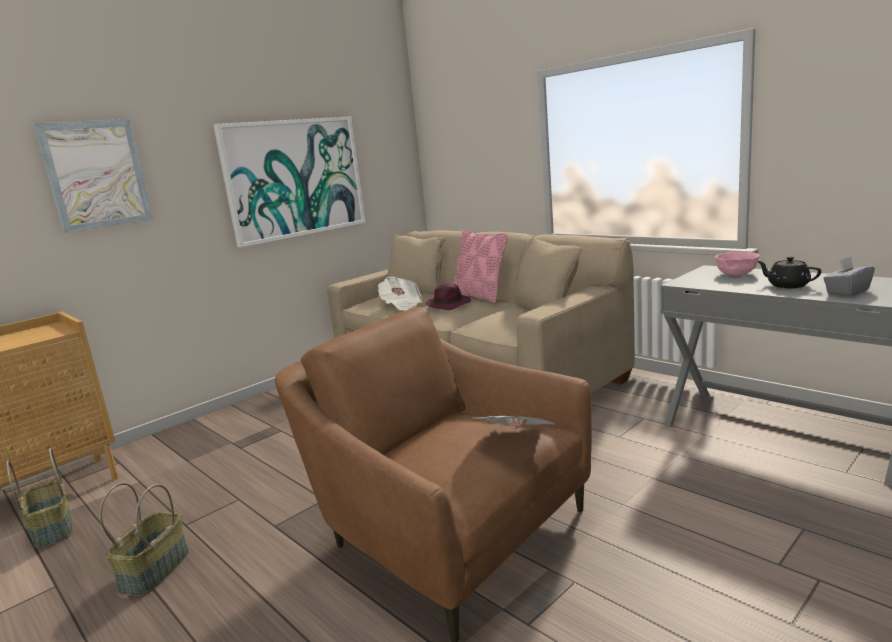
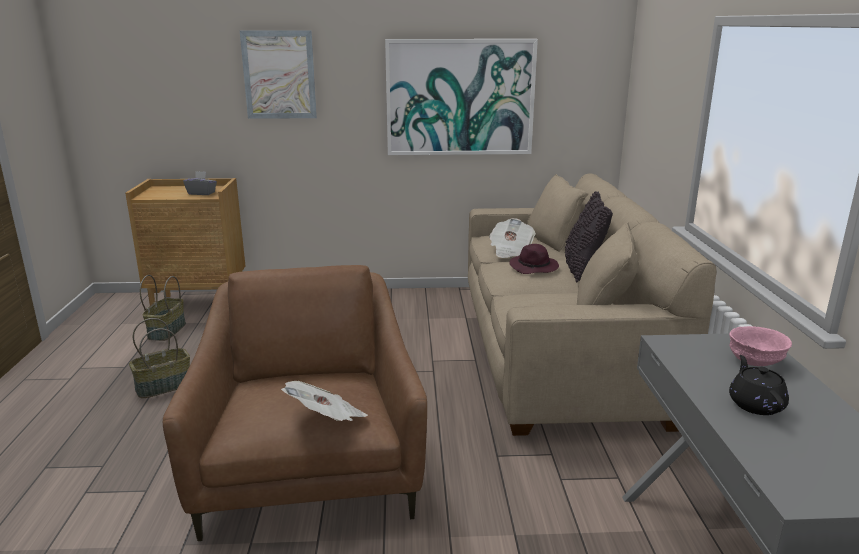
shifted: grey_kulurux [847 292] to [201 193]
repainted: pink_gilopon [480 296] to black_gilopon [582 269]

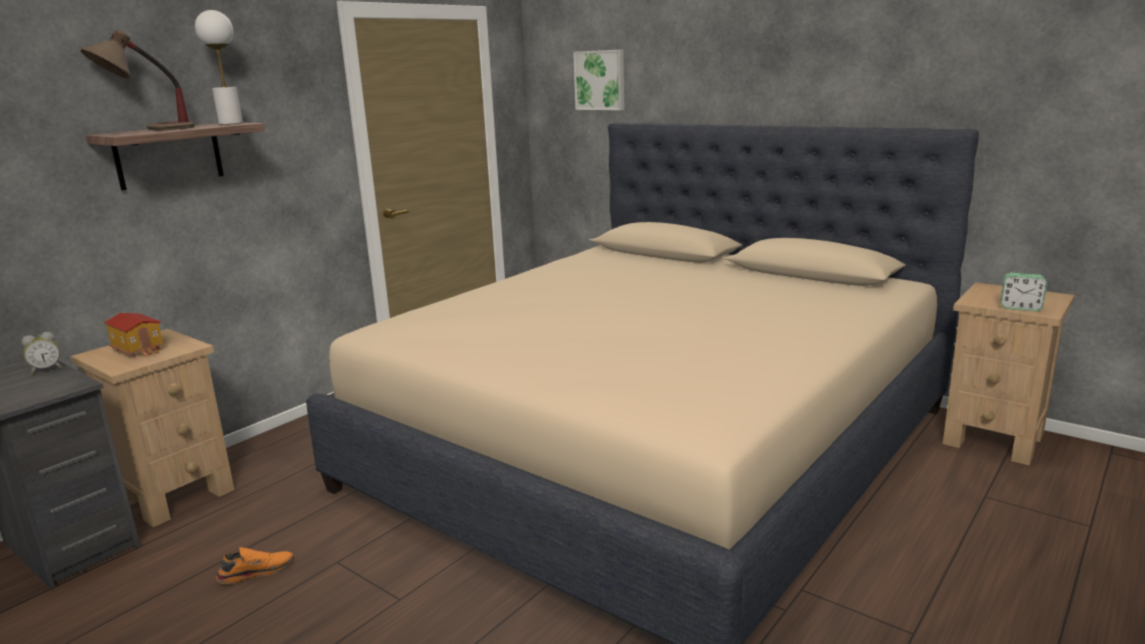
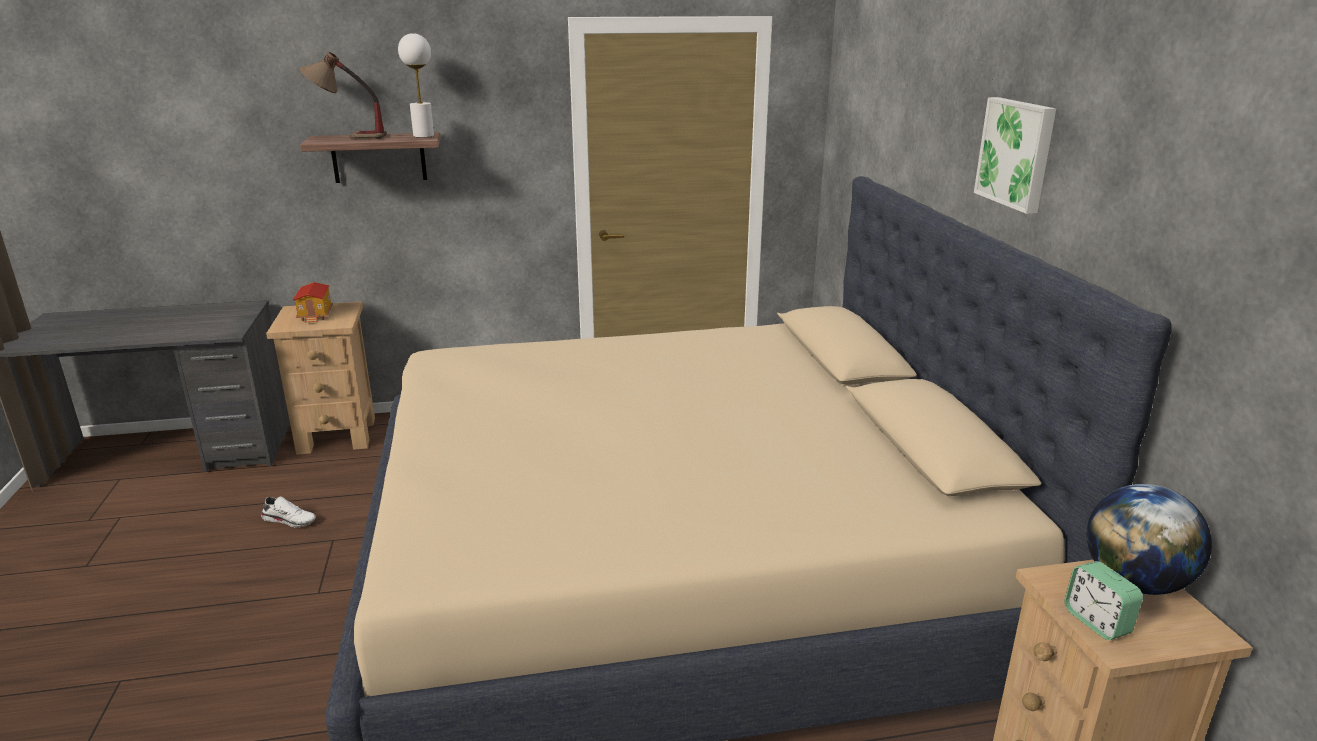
gone: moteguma [46 369]
new: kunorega [1134 582]
shifted: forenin [600 80] to [1017 153]
repainted: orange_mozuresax [256 571] to white_mozuresax [290 520]

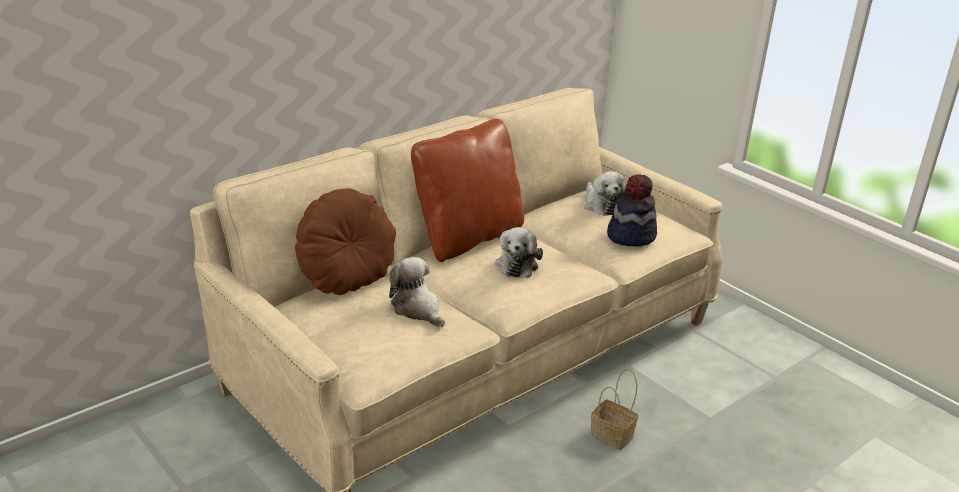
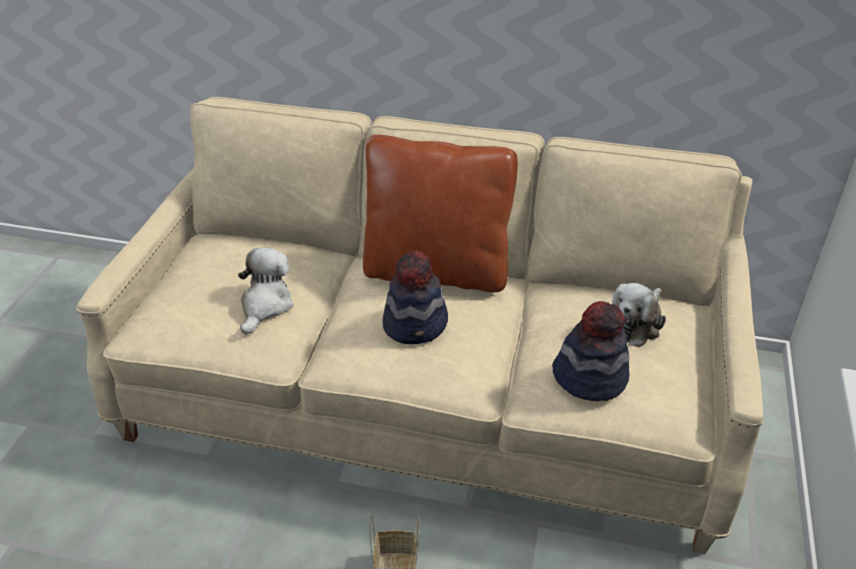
gone: brown_gilopon [347 282]
swapped: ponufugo [517 264] to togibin [416 324]

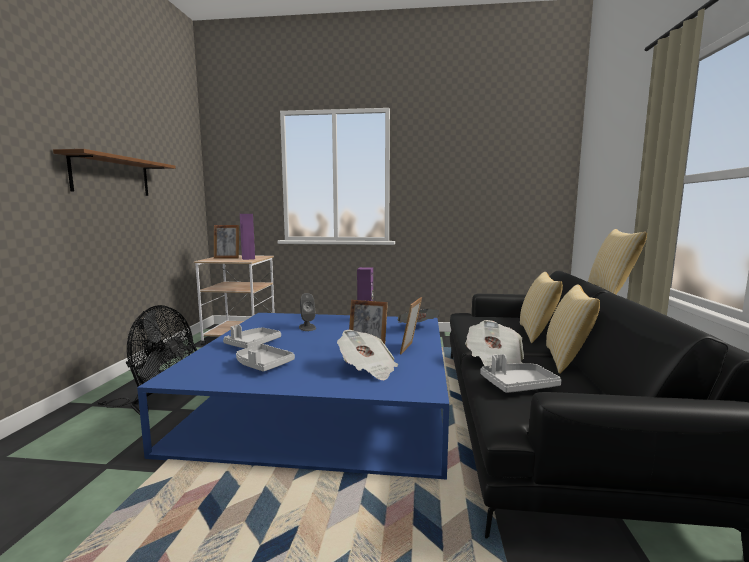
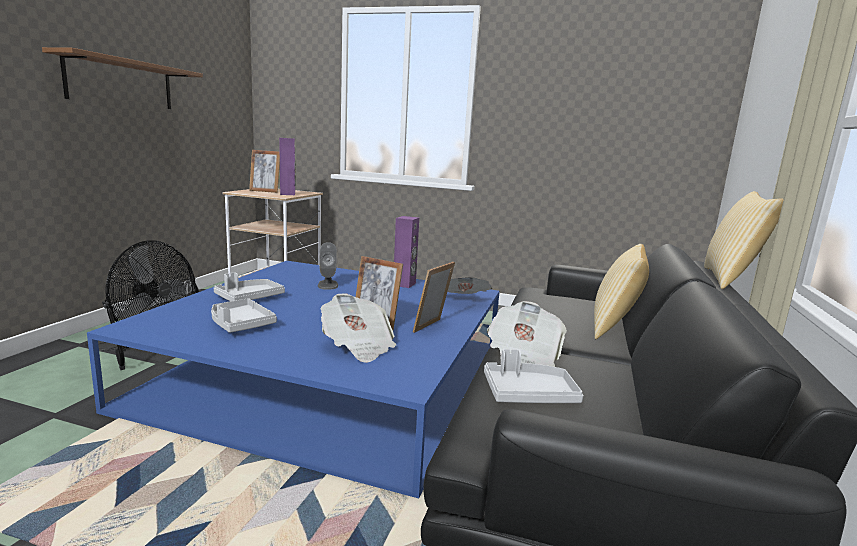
gone: gilopon [567 360]

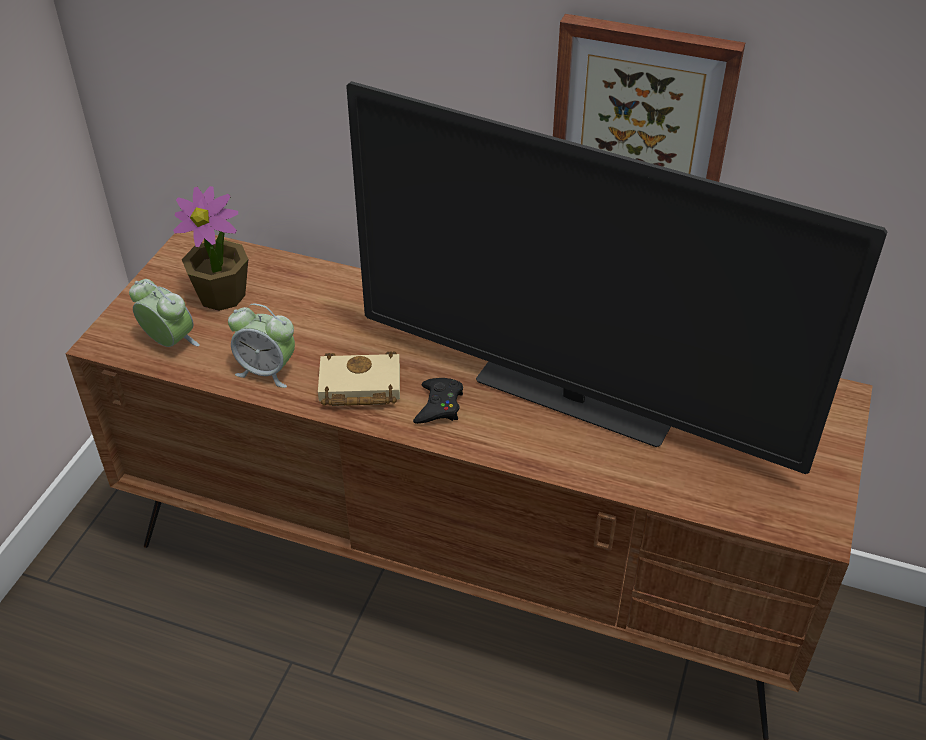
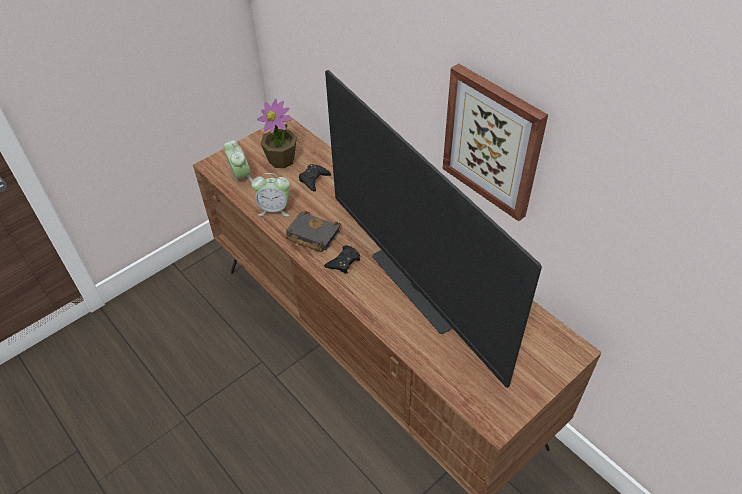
new: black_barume [313 179]
repainted: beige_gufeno [357 387] to black_gufeno [311 235]
rotated: moteguma [267 371] = [274 209] 45 degrees counterclockwise

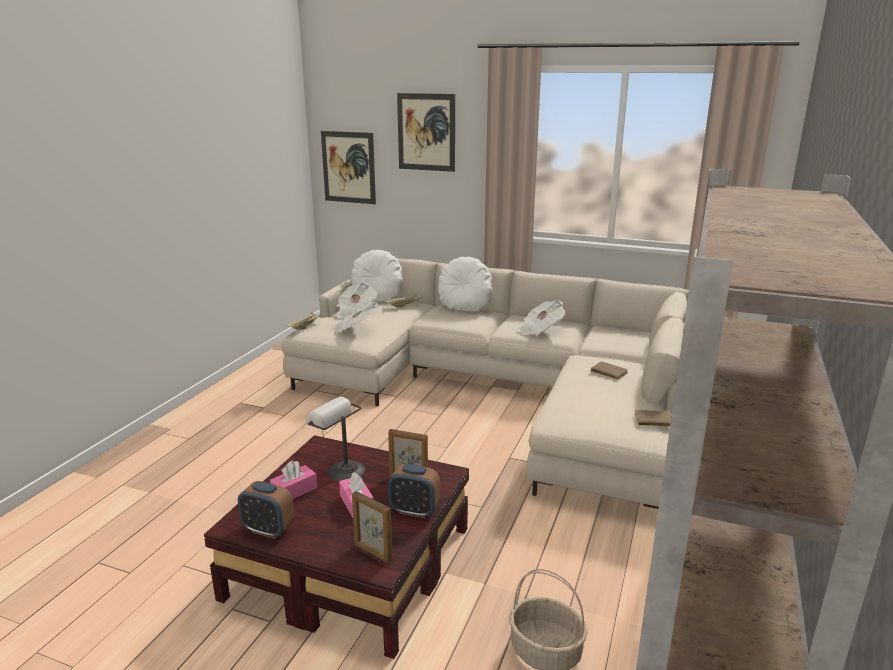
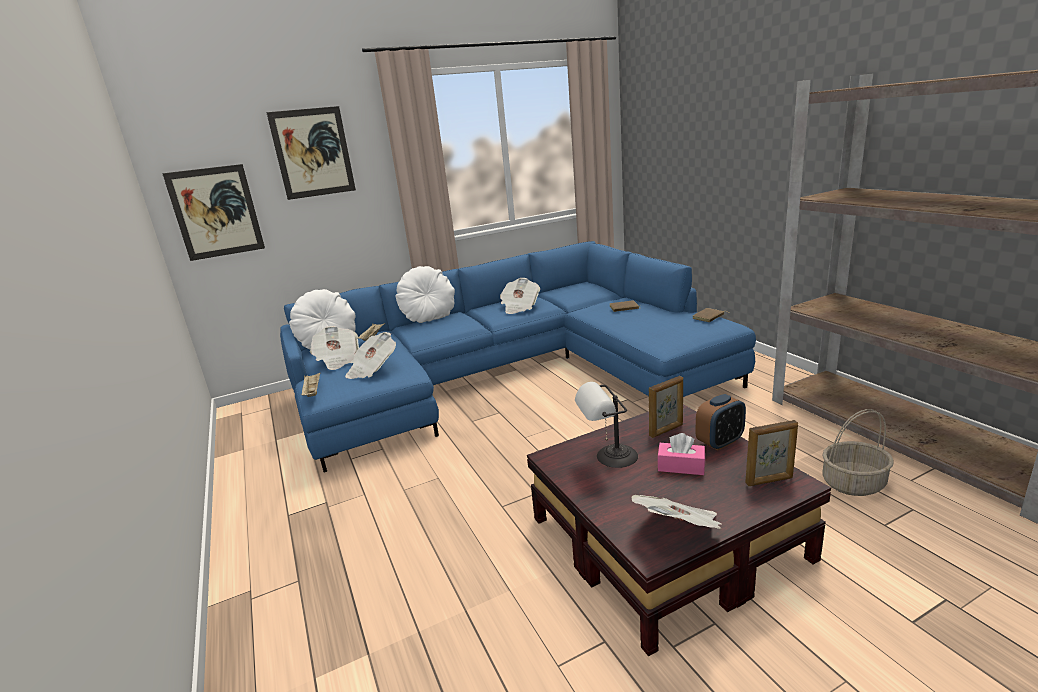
gone: pink_kulurux [294 491]
swapped: moteguma [268 530] to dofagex [680 530]
repainted: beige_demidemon [504 393] to blue_demidemon [512 375]

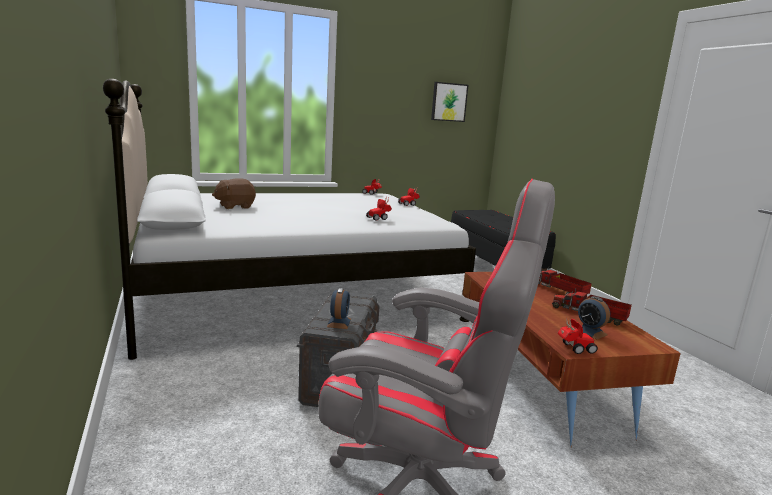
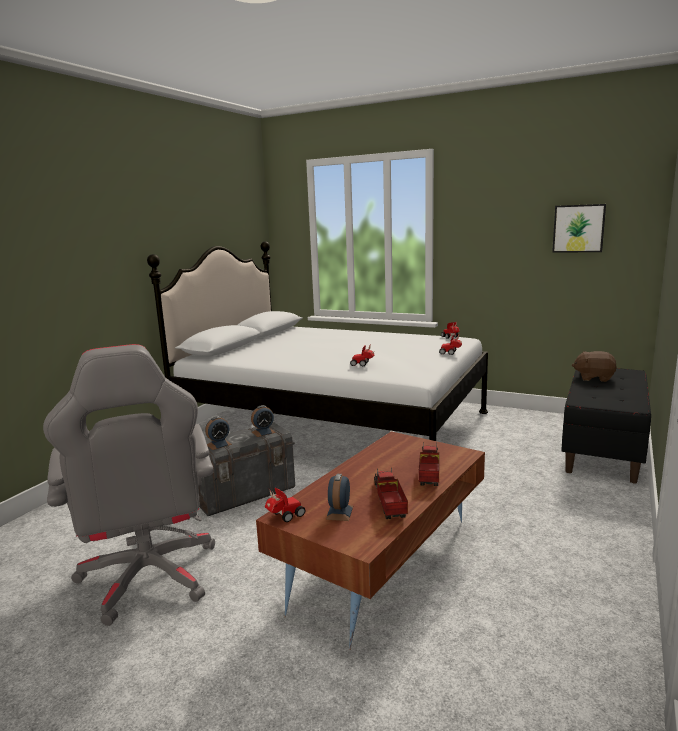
new: moteguma [263 432]
shifted: brown_ponufugo [235 206] to [594 378]
rotated: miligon [574 348] = [284 516] 75 degrees counterclockwise

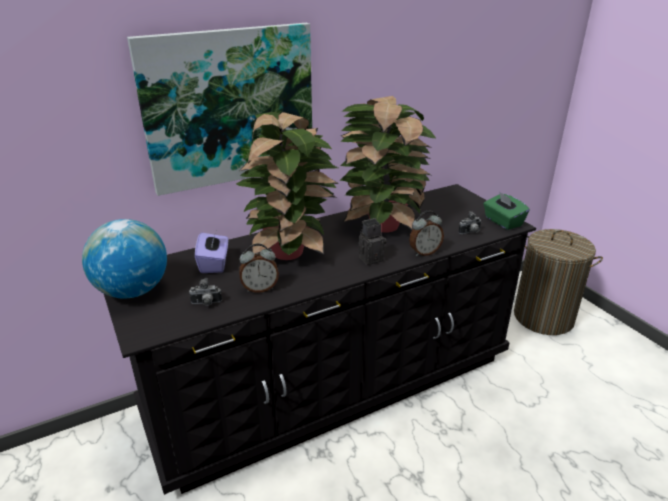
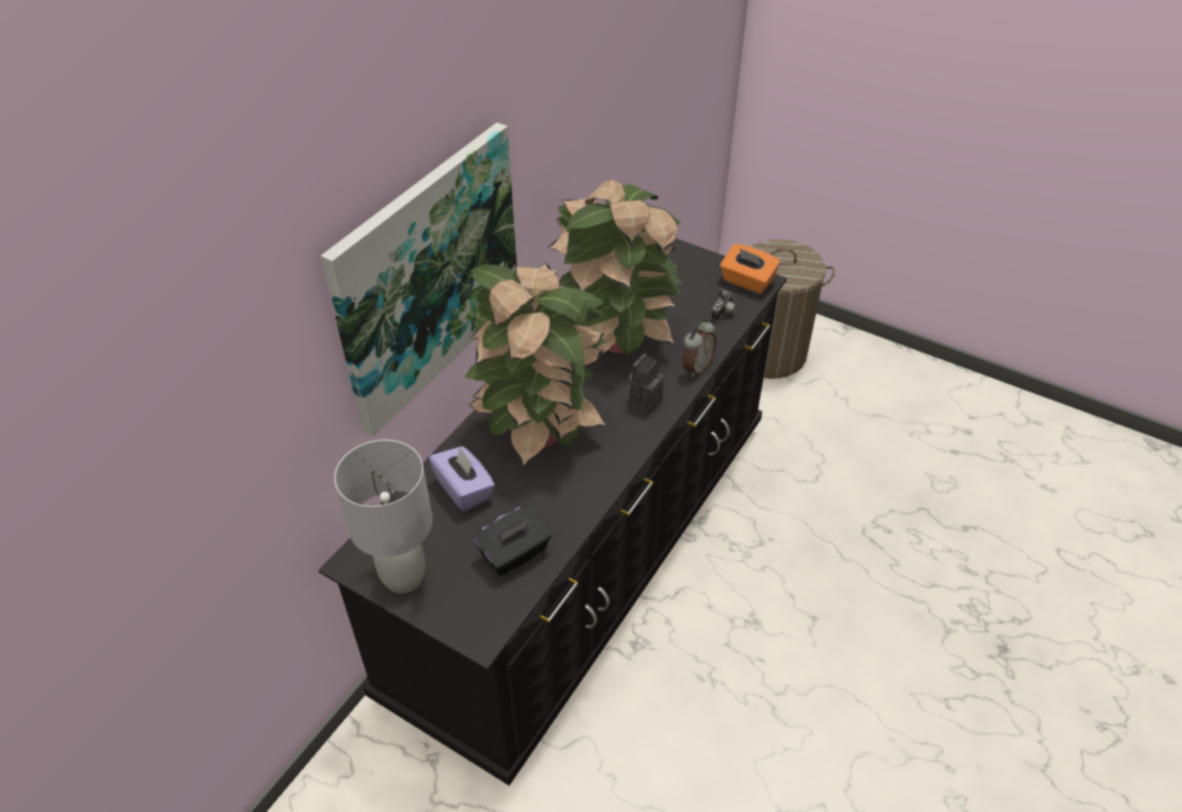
gone: moteguma [260 288]
swapped: kunorega [132 291] to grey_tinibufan [402 577]; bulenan [206 304] to black_kulurux [514 554]
repainted: green_kulurux [503 222] to orange_kulurux [747 282]

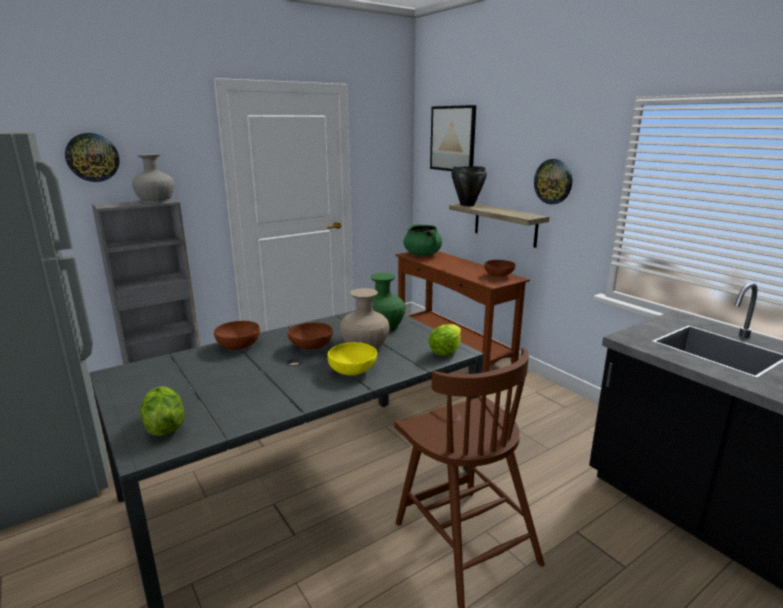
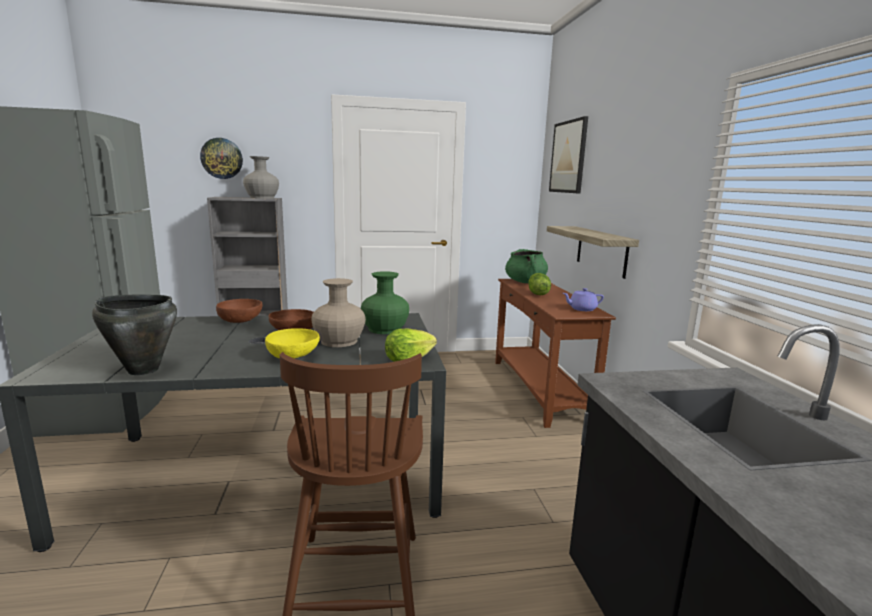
gone: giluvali [553 181]
shifted: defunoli [164 426] to [537 294]; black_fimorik [467 205] to [143 370]
swapped: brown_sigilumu [499 276] to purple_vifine [581 309]

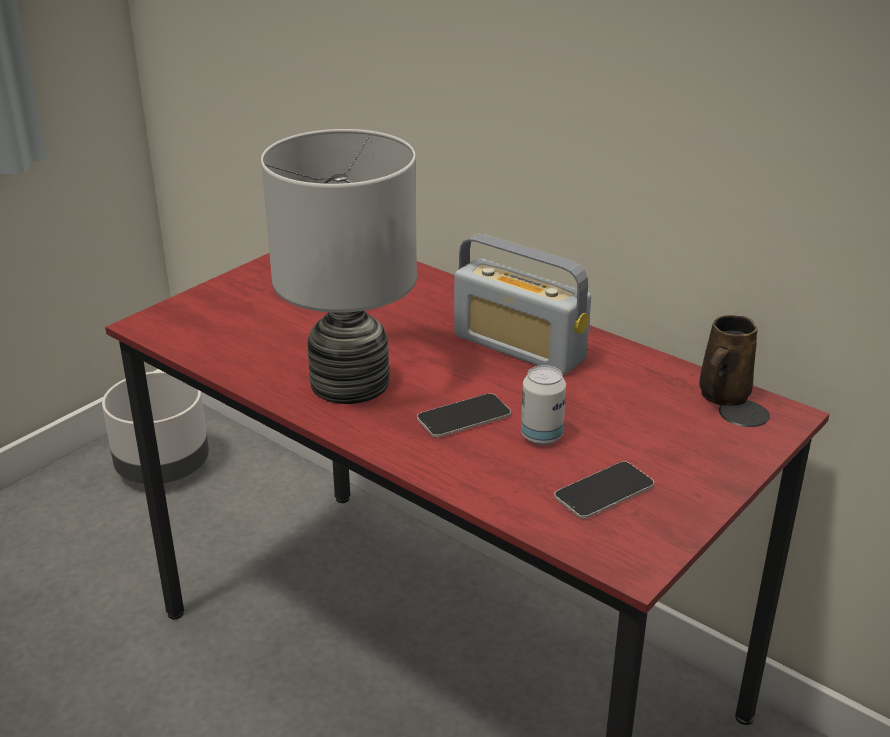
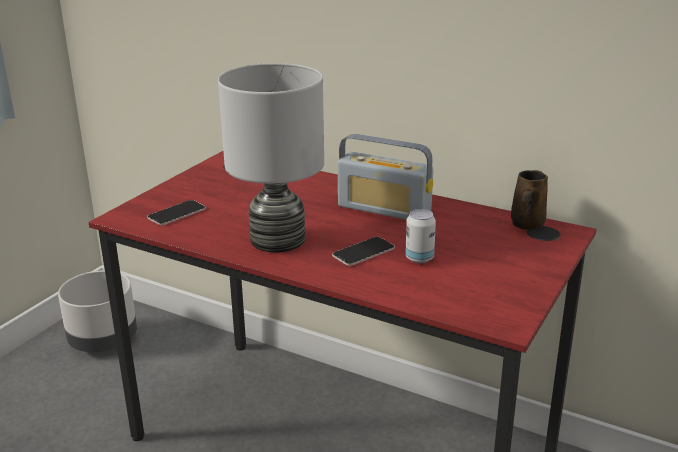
shifted: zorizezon [604 491] to [177 213]

